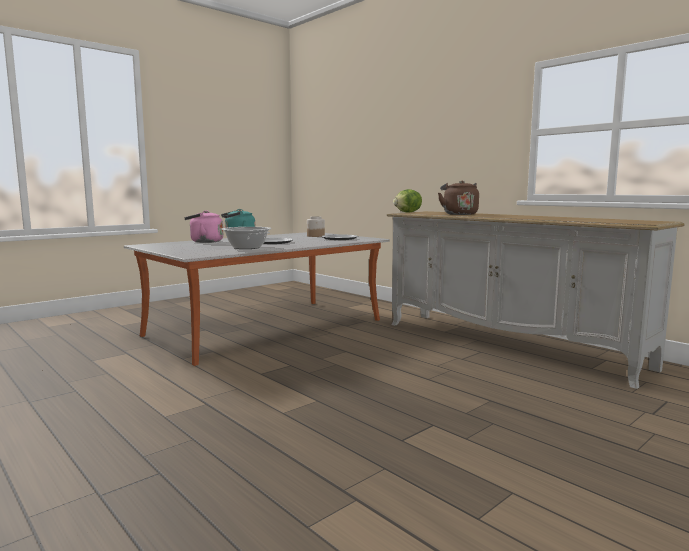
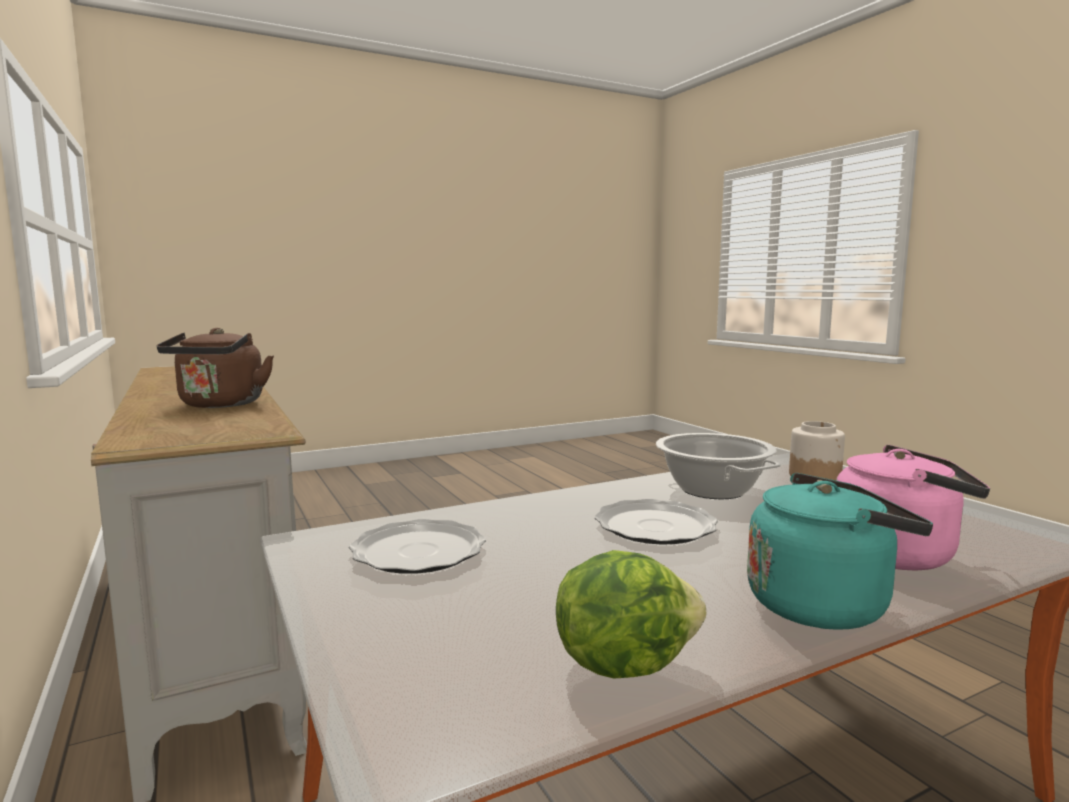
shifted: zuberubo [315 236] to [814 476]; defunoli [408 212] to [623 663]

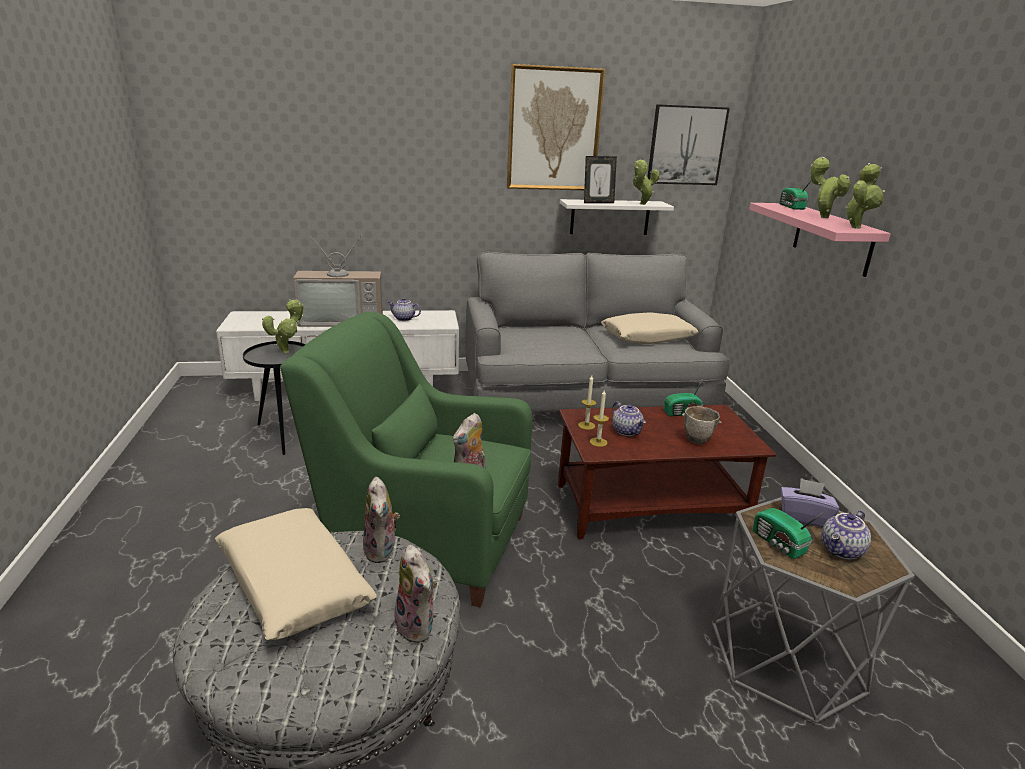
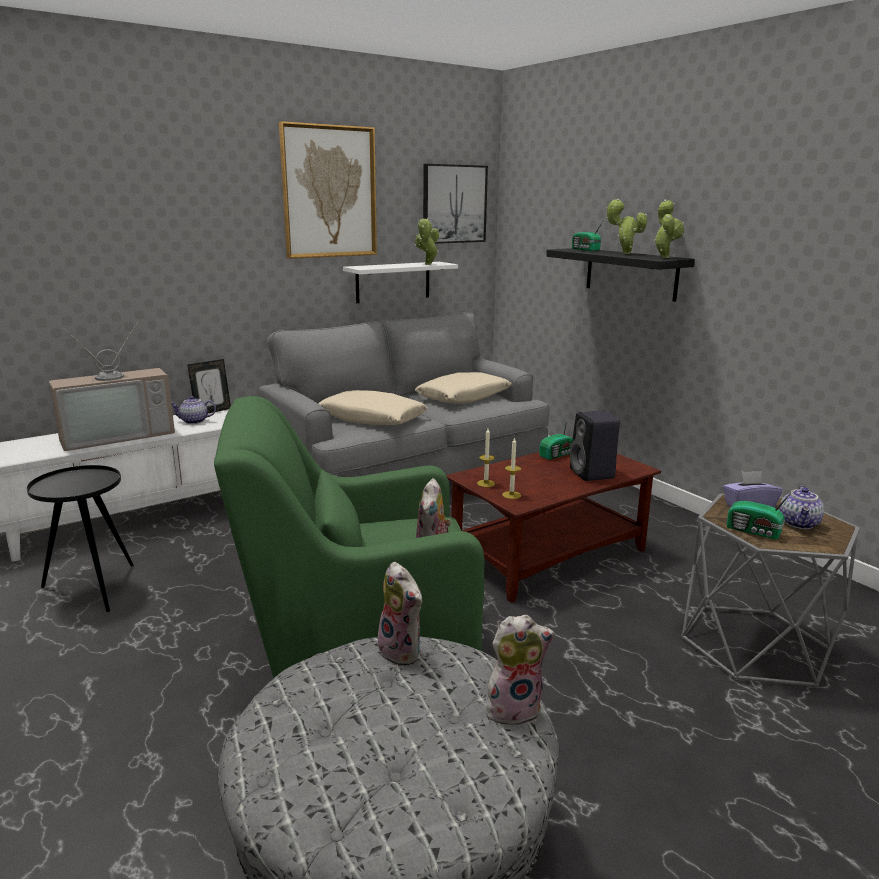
gone: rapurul [287 351]; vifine [627 431]
shifted: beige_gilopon [293 583] to [372 419]; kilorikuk [598 202] to [212 411]
swapped: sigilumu [698 441] to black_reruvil [593 474]
repainted: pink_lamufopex [832 238] to black_lamufopex [631 273]
rotated: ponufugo [418 626] = [514 708] 45 degrees counterclockwise

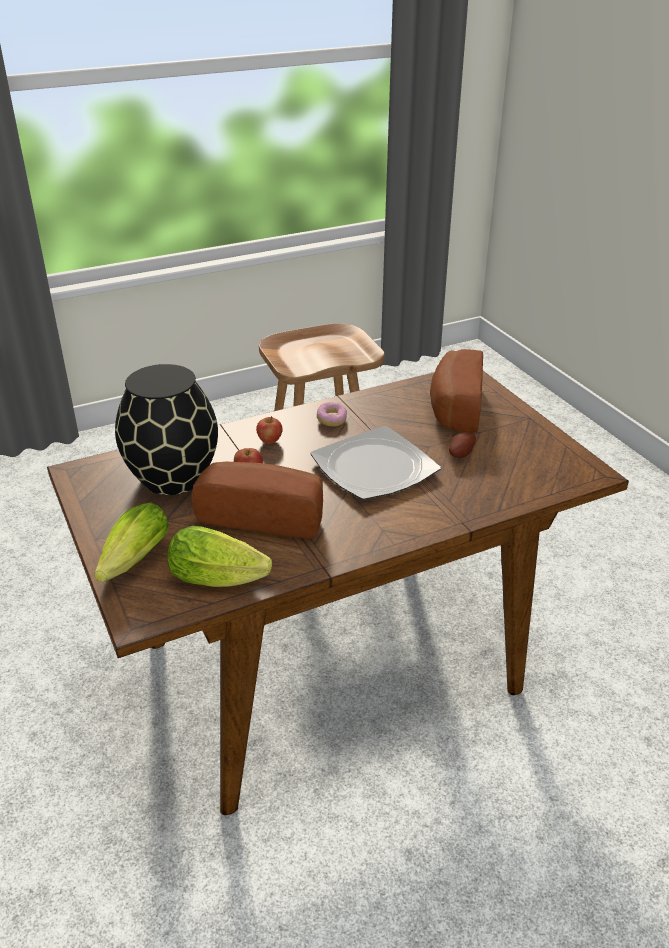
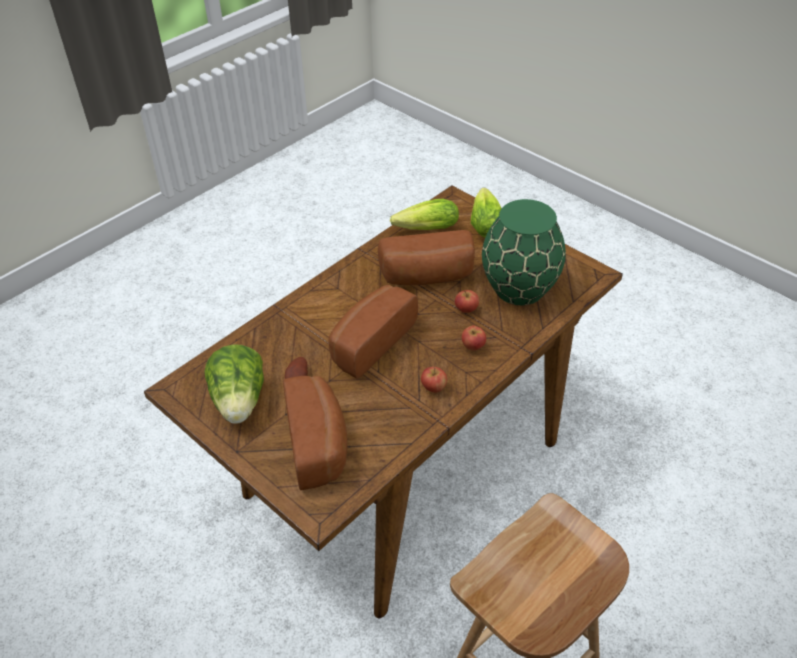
new: defunoli [240 401]
swapped: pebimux [373 467] to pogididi [369 342]; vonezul [331 420] to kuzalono [433 388]
repainted: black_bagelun [174 477] to green_bagelun [518 289]

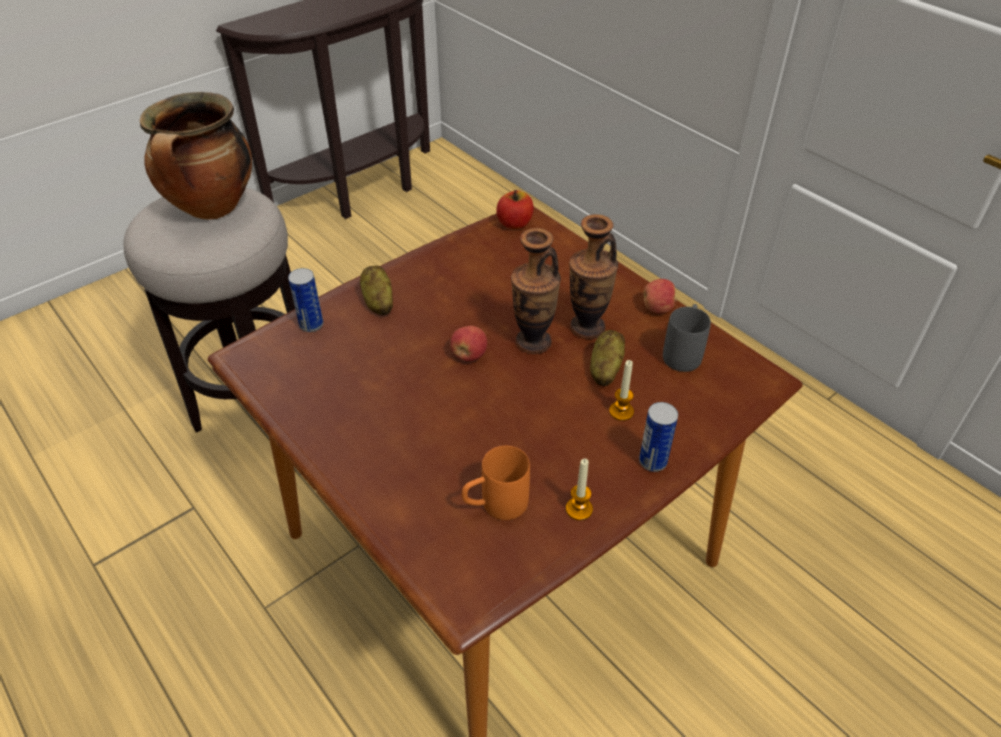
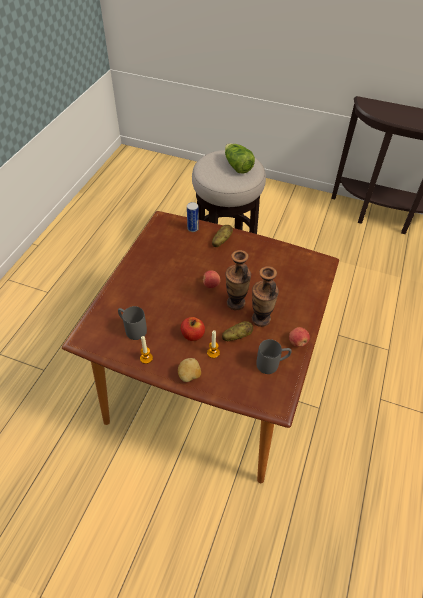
shifted: kuzalono [515 223] to [192 335]
swapped: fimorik [213 209] to defunoli [237 166]; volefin [652 461] to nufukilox [189 376]
repainted: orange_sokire [495 506] to grey_sokire [132 329]

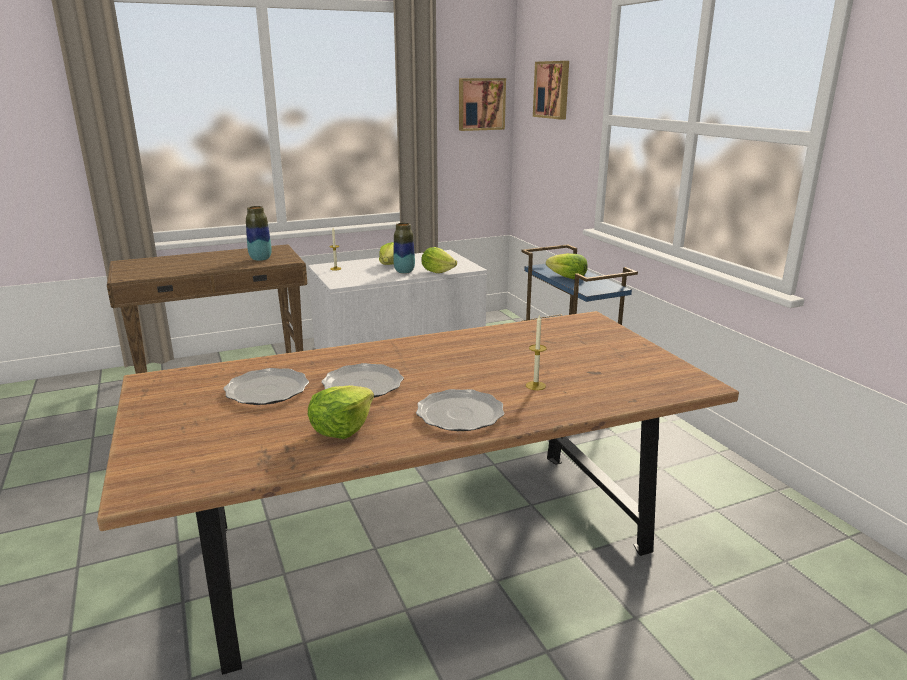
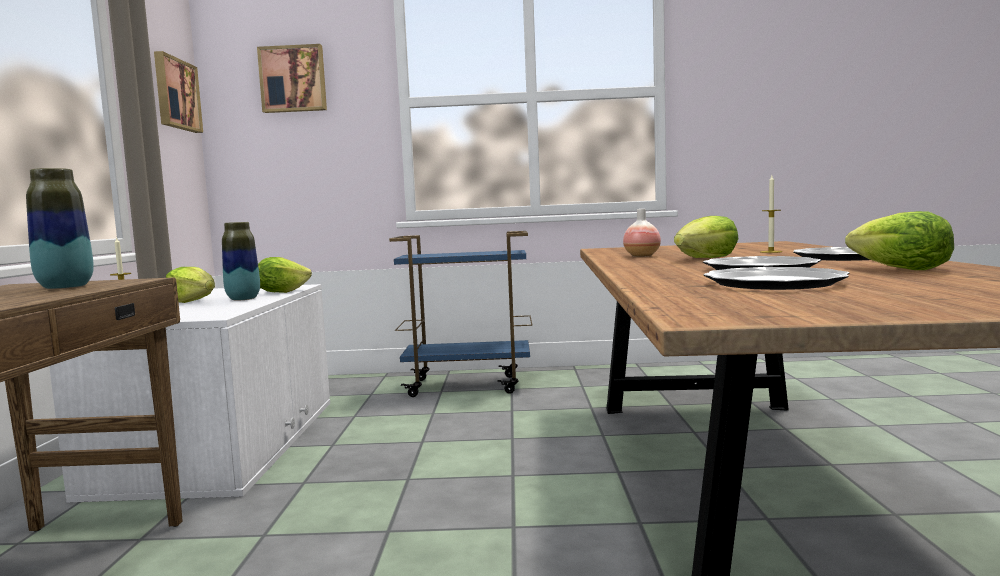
new: bagelun [642 256]
shifted: defunoli [567 277] to [706 258]

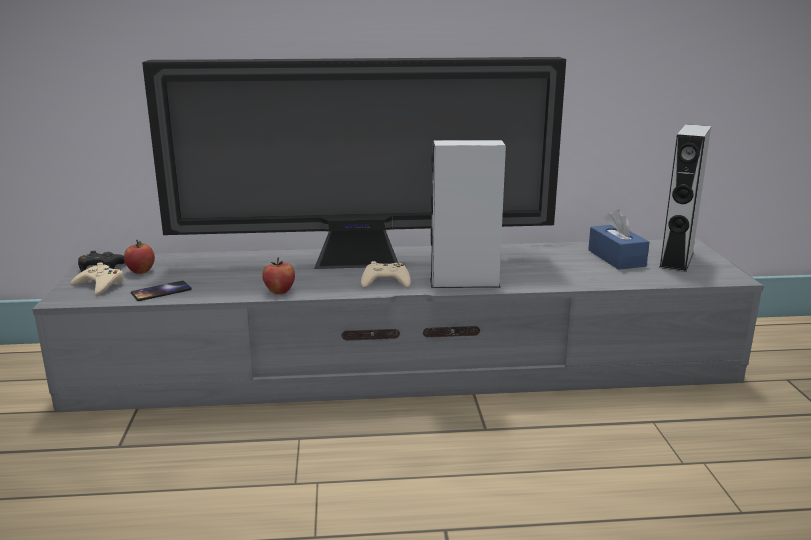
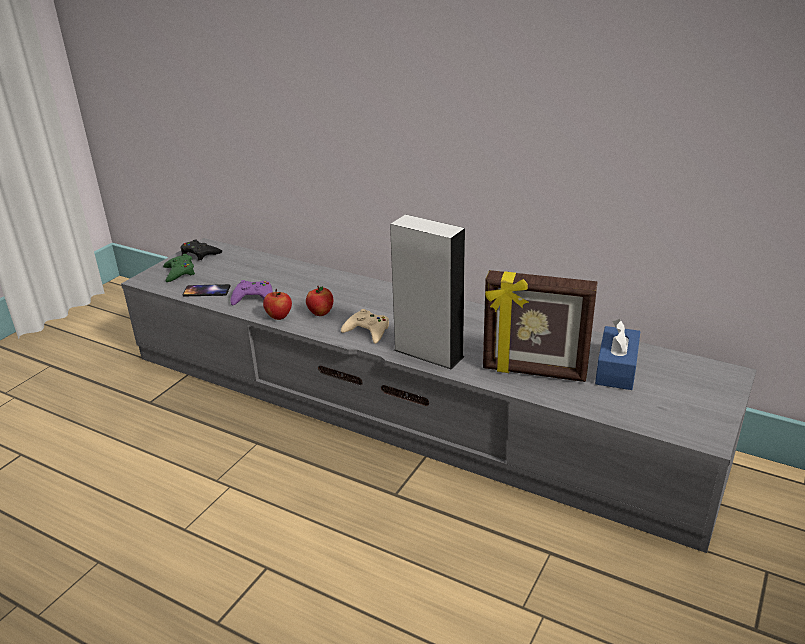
gone: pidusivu [363 263]; grey_reruvil [676 259]
new: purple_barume [254 298]; kilorikuk [534 372]
shifted: kuzalono [141 271] to [320 313]
repainted: beige_barume [100 285] to green_barume [179 272]

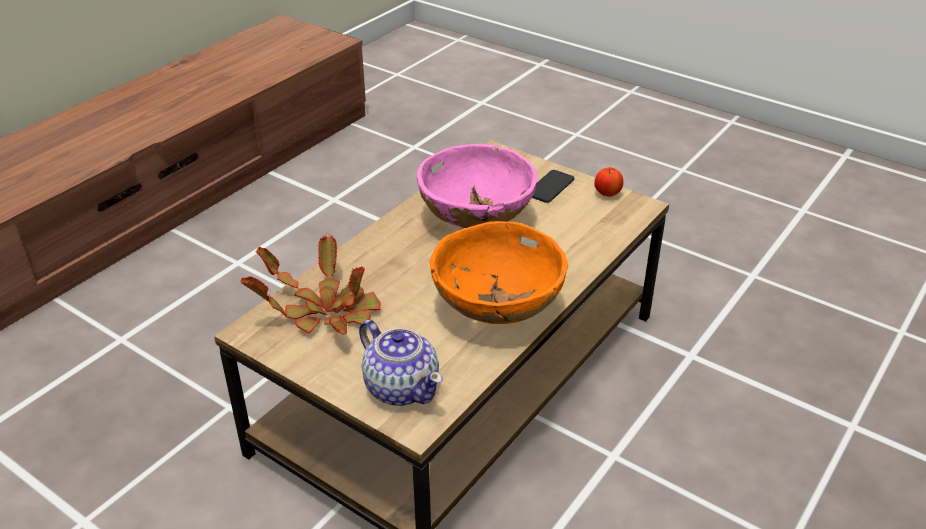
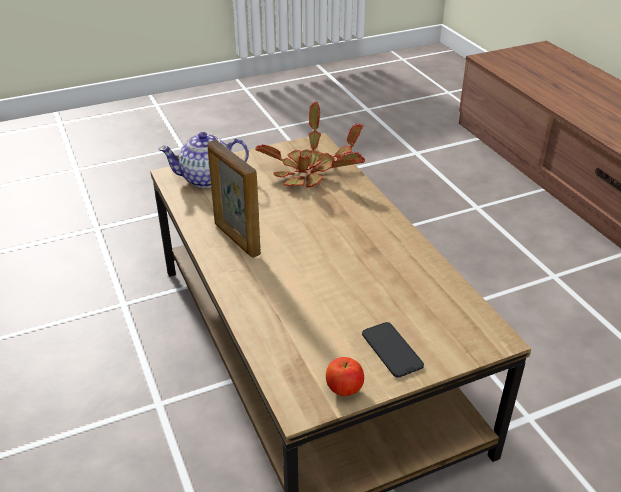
gone: pink_sigilumu [476 221]
swapped: orange_sigilumu [497 310] to kilorikuk [236 239]

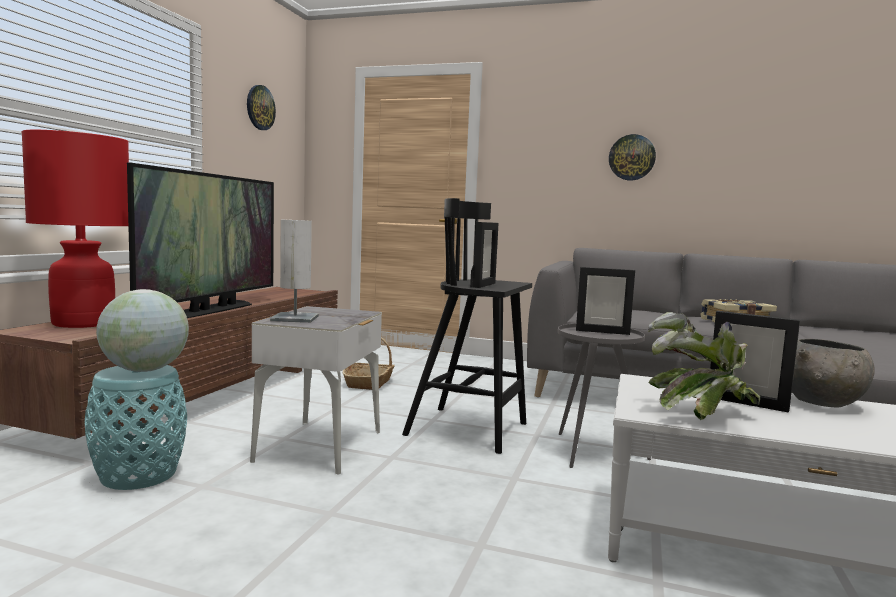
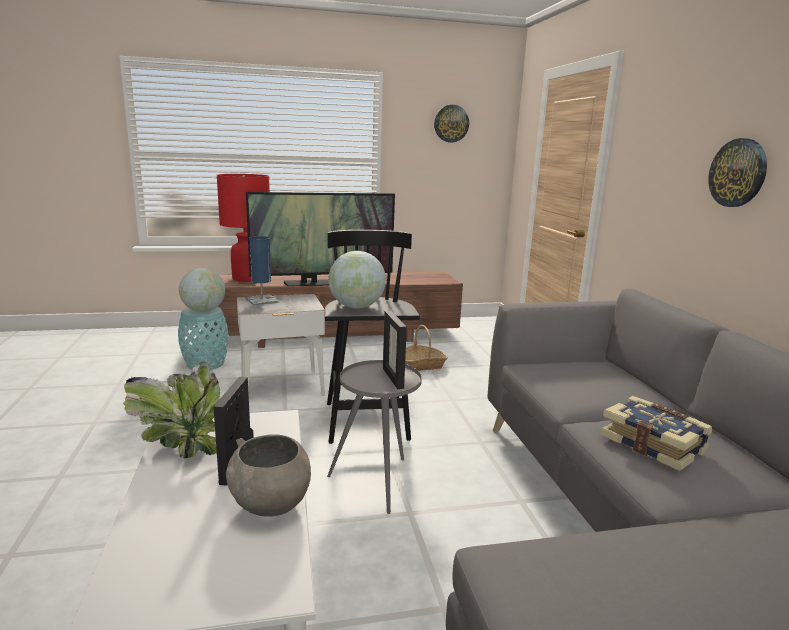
swapped: kilorikuk [483 285] to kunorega [356 307]
repainted: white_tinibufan [295 318] to blue_tinibufan [262 300]

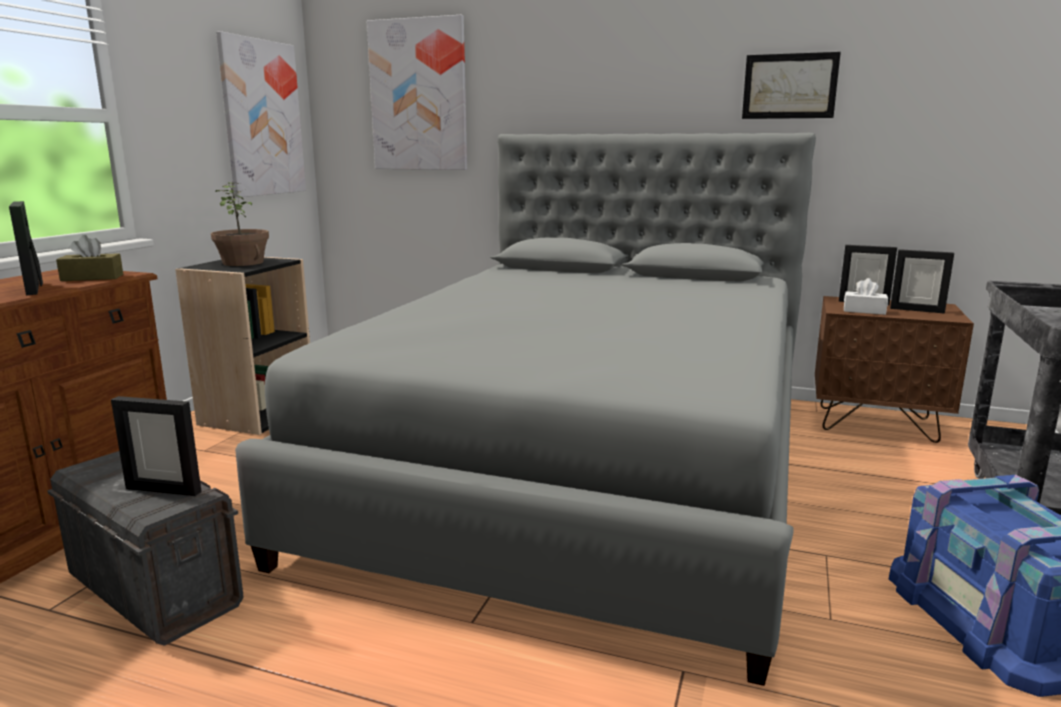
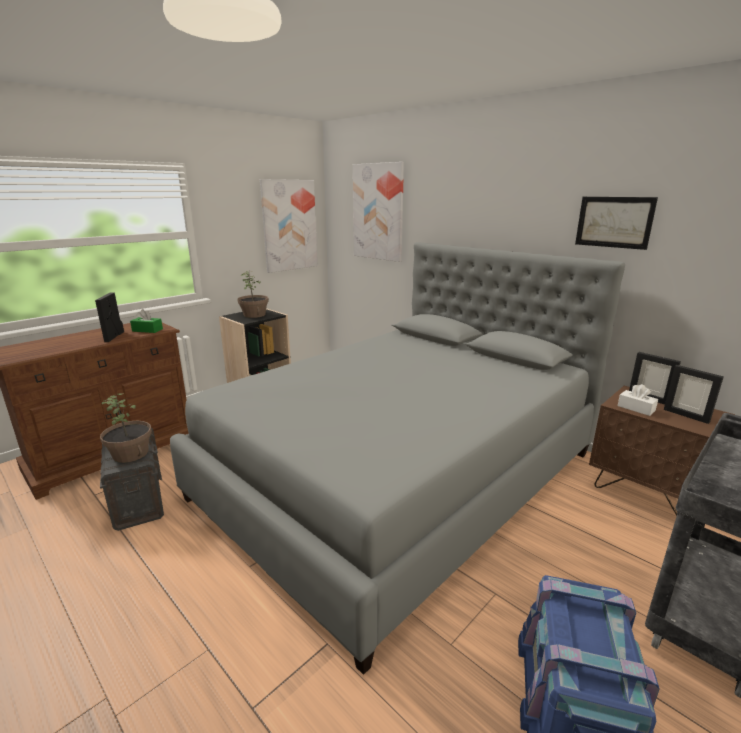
swapped: kilorikuk [164 489] to rapurul [131 453]
repainted: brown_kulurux [92 278] to green_kulurux [147 330]

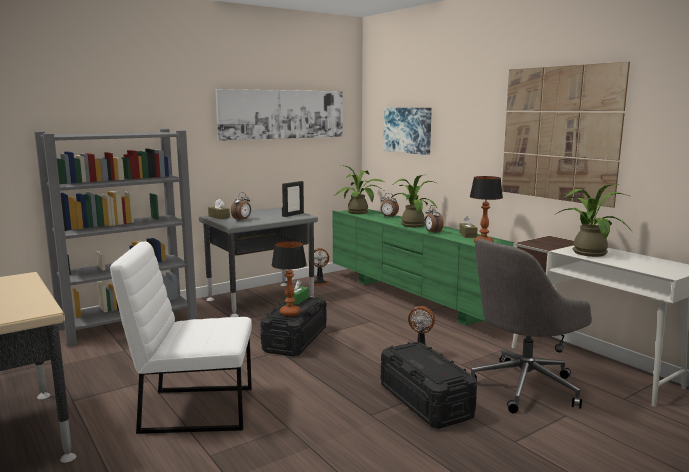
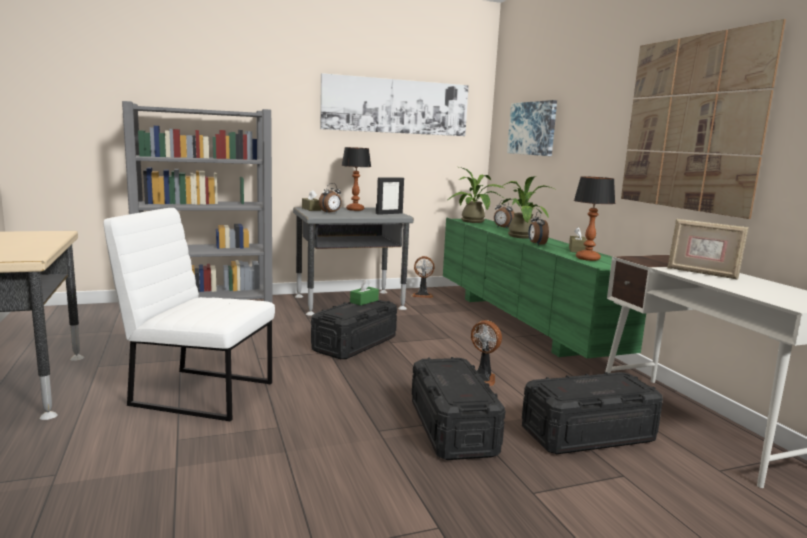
shifted: tinibufan [289 313] to [355 209]
swapped: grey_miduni [524 388] to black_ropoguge [587 434]; rapurul [587 252] to kilorikuk [702 273]

